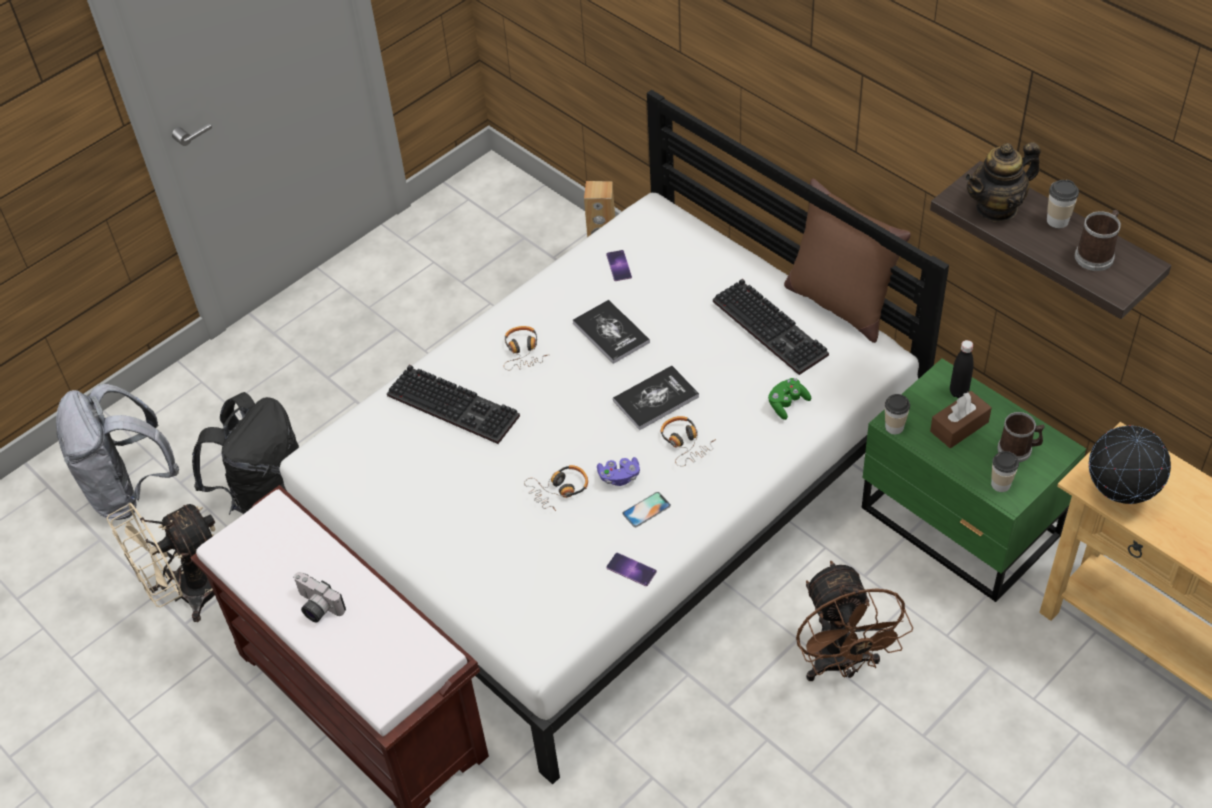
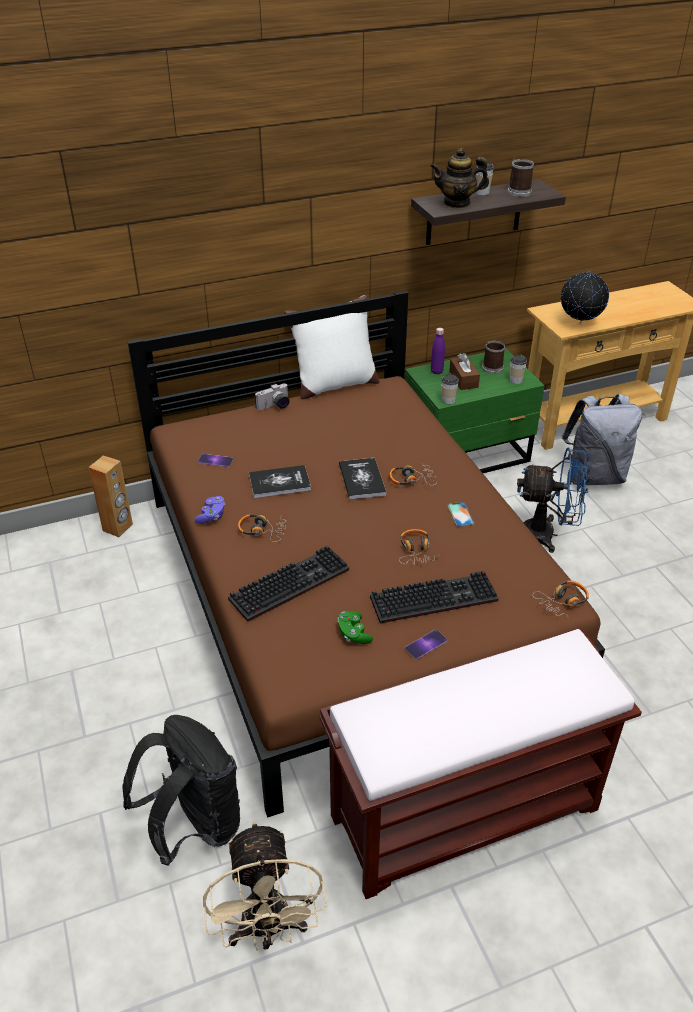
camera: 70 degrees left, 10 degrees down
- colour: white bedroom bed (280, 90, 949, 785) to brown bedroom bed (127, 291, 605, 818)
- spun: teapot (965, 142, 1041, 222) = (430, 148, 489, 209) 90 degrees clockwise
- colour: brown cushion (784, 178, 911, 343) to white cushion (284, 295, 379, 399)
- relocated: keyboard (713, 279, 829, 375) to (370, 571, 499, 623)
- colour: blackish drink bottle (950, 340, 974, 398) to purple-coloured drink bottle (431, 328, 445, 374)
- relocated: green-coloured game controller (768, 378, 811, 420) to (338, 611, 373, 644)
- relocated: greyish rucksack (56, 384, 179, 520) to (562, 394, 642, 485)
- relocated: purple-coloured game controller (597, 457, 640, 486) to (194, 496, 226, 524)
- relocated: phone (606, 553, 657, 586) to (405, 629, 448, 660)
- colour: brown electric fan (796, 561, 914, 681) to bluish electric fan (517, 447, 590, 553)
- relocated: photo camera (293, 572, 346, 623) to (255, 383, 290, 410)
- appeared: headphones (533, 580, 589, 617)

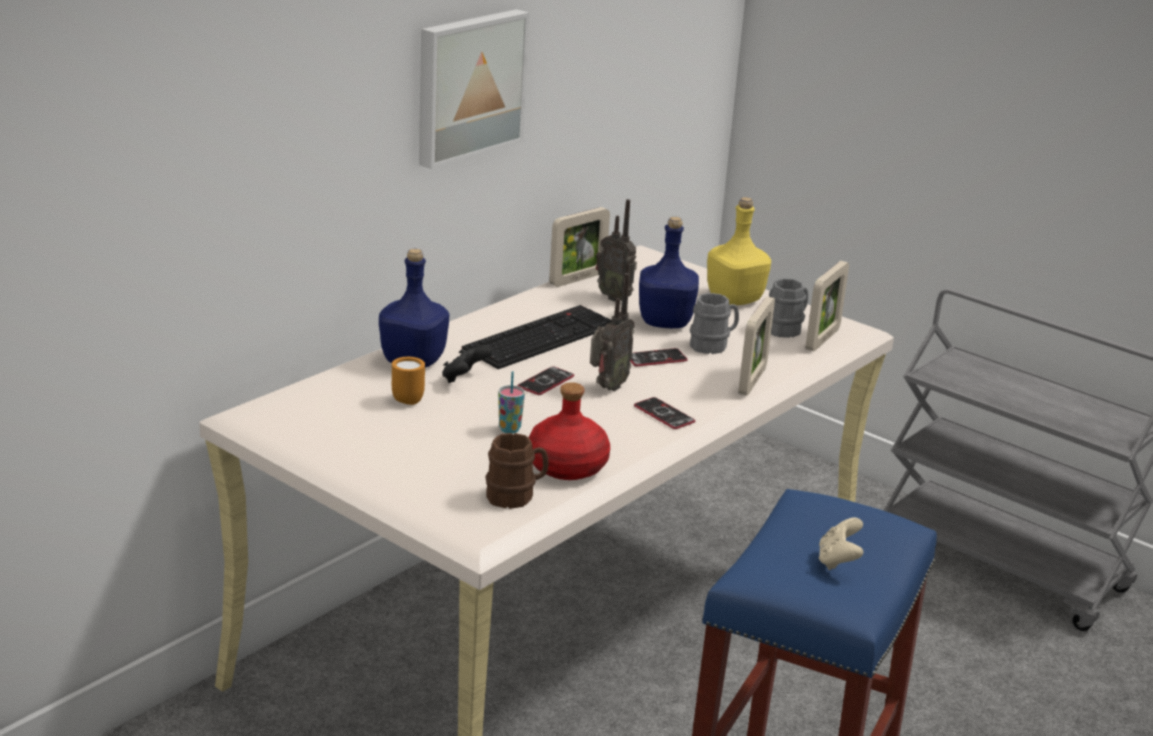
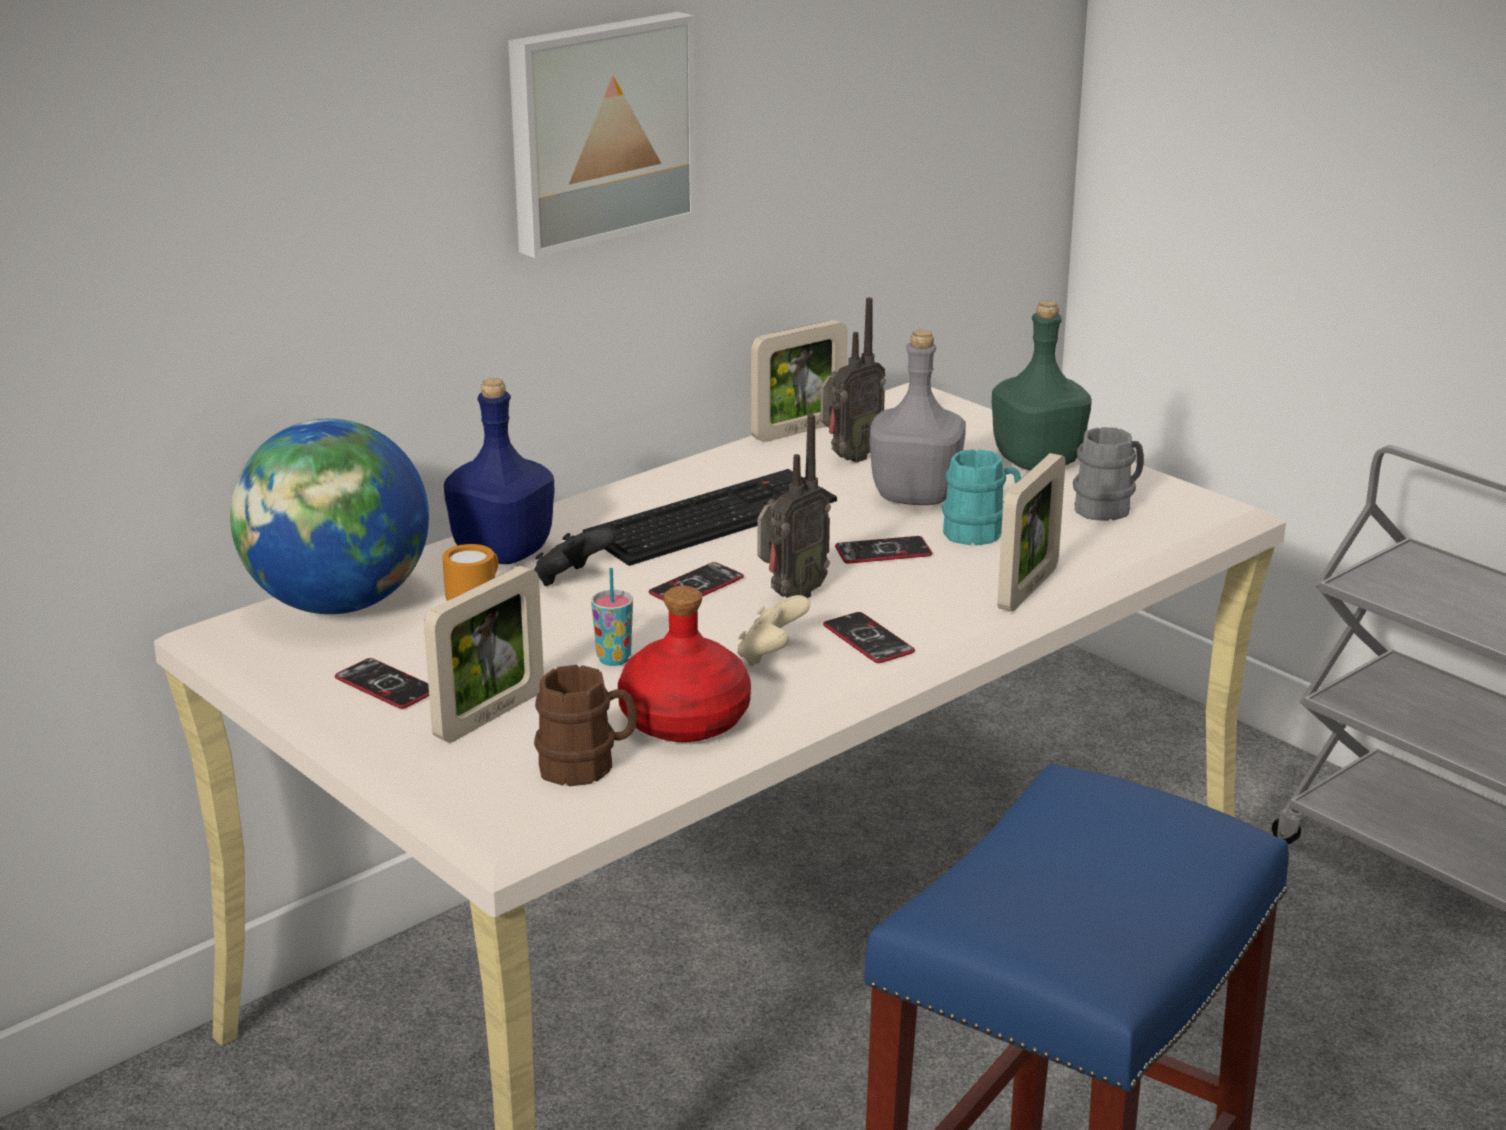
camera: 10 degrees right, 0 degrees up
- colour: yellow drink bottle (707, 197, 771, 305) to green-coloured drink bottle (992, 300, 1092, 470)
- spun: radio receiver (596, 199, 637, 302) = (820, 297, 886, 463) 90 degrees counterclockwise
- colour: bluish drink bottle (639, 217, 699, 328) to greyish drink bottle (870, 330, 966, 505)
- relocated: standing frame (805, 261, 849, 351) to (424, 566, 544, 743)
- colour: greyish tea mug (690, 293, 739, 354) to blue-green tea mug (942, 449, 1021, 546)
- relocated: beige-coloured game controller (819, 518, 864, 570) to (737, 595, 810, 666)
- appeared: world globe (230, 419, 429, 614)
- appeared: phone (335, 658, 429, 709)

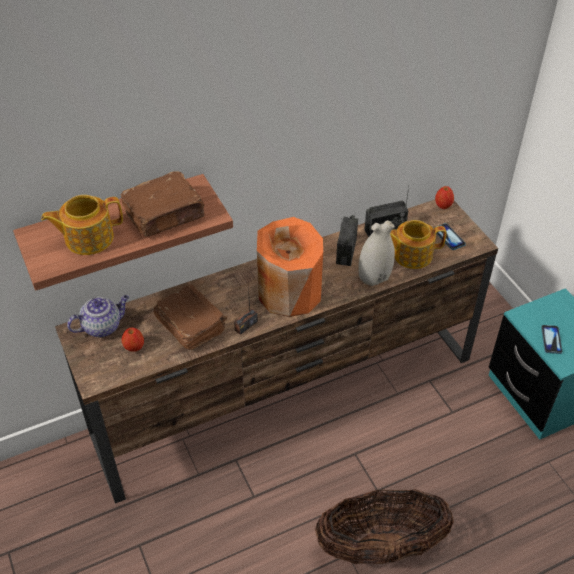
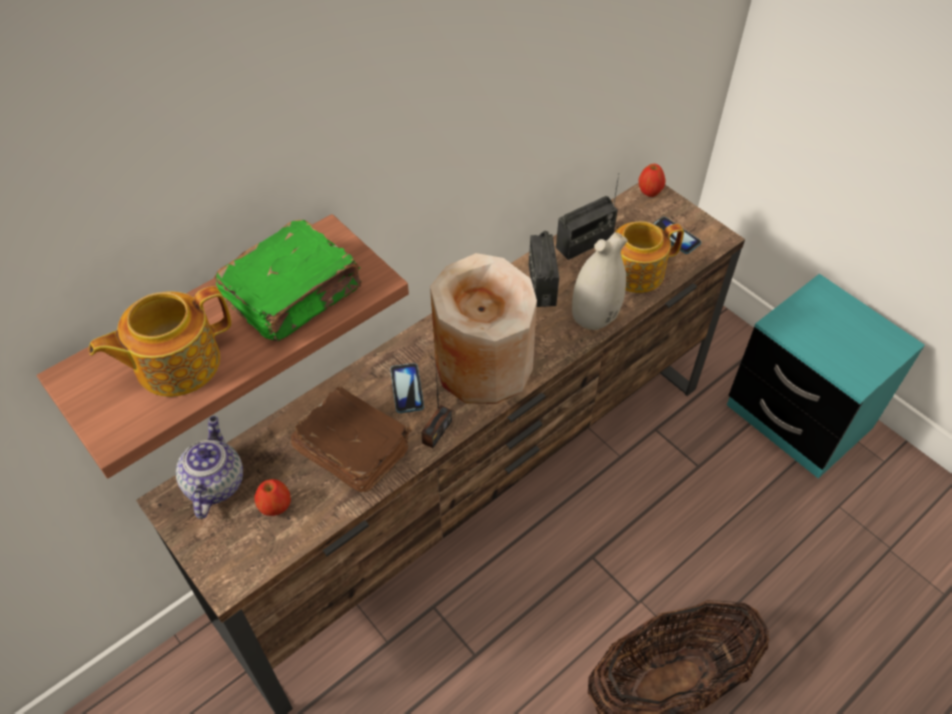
camera: 15 degrees left, 5 degrees up
- colour: brown bound book (120, 171, 205, 237) to green-coloured bound book (214, 220, 362, 341)
- colour: orange flower vase (257, 217, 323, 317) to beige-coloured flower vase (430, 253, 537, 404)
- spun: teapot (67, 295, 129, 337) = (176, 416, 243, 519) 45 degrees counterclockwise
- relocated: phone (541, 325, 562, 354) to (390, 363, 424, 413)

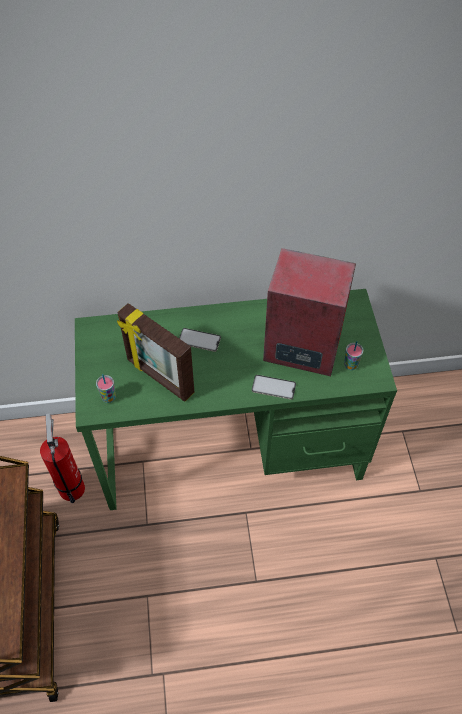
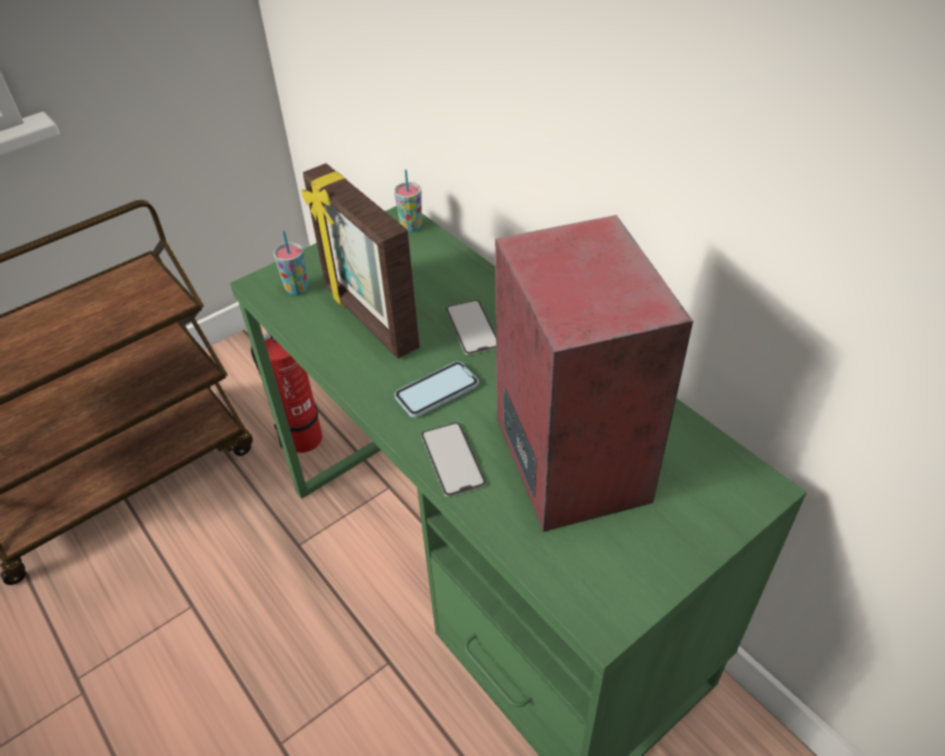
camera: 60 degrees right, 10 degrees down
- spun: standing frame (117, 303, 194, 401) = (301, 163, 420, 359) 45 degrees counterclockwise
- relocated: drinking cup (344, 341, 363, 370) to (394, 169, 422, 232)
- appeared: phone (395, 361, 479, 418)

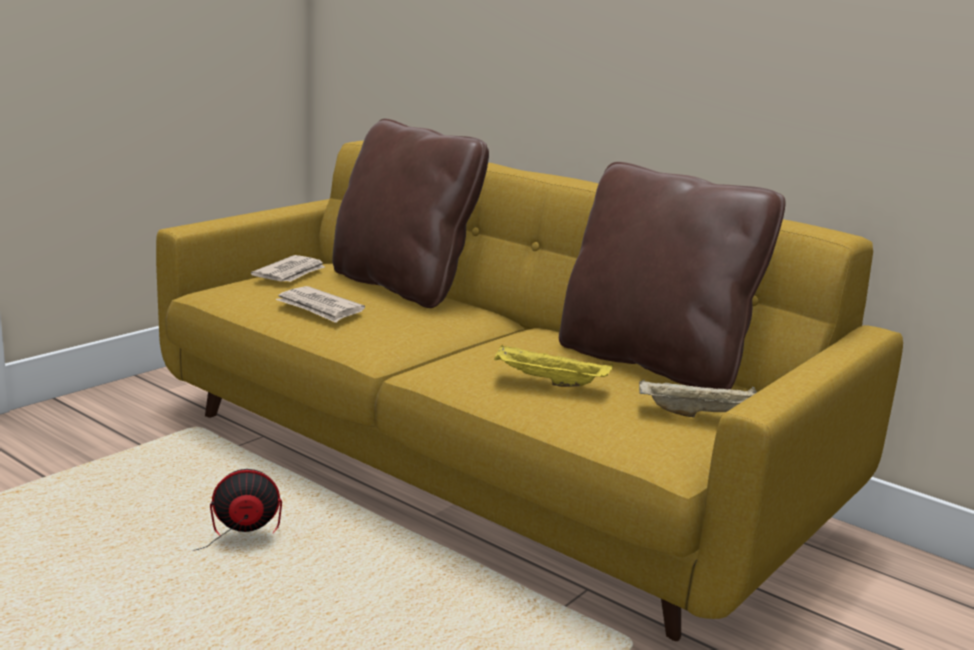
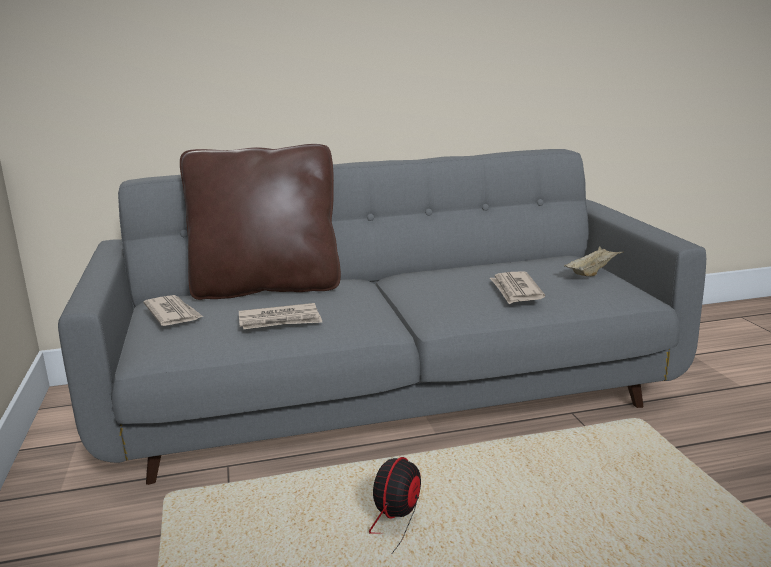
camera: 50 degrees left, 0 degrees up
- colour: yellow settee (156, 141, 903, 641) to greyish settee (58, 149, 706, 485)
- missing: brown cushion (559, 162, 785, 389)
- exchanged: yellow serving tray (494, 344, 613, 387) to daily paper (490, 271, 545, 304)

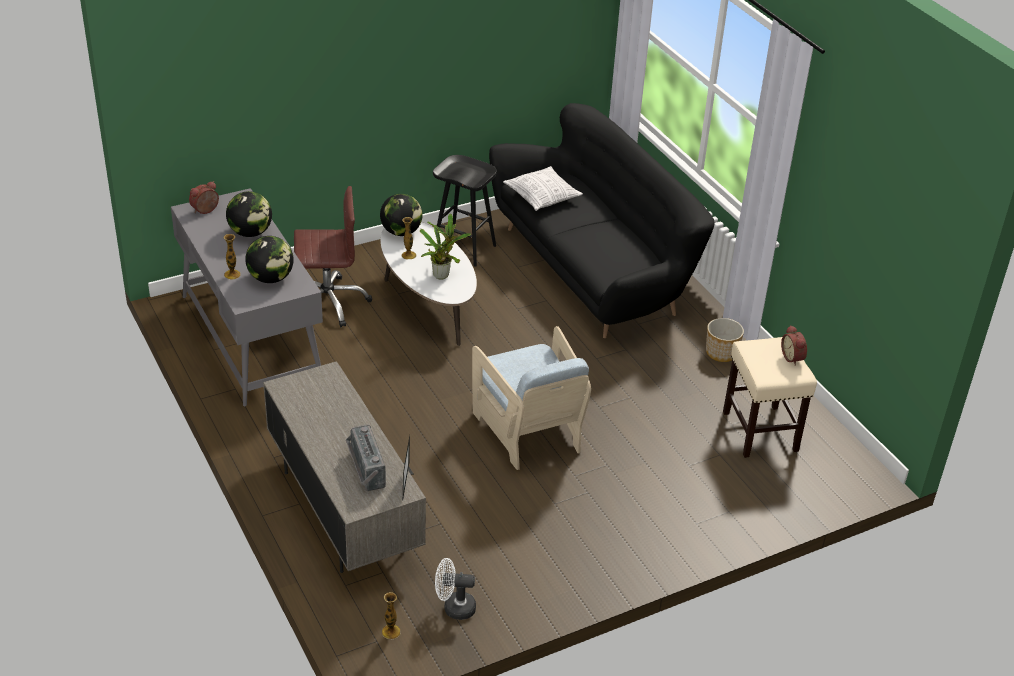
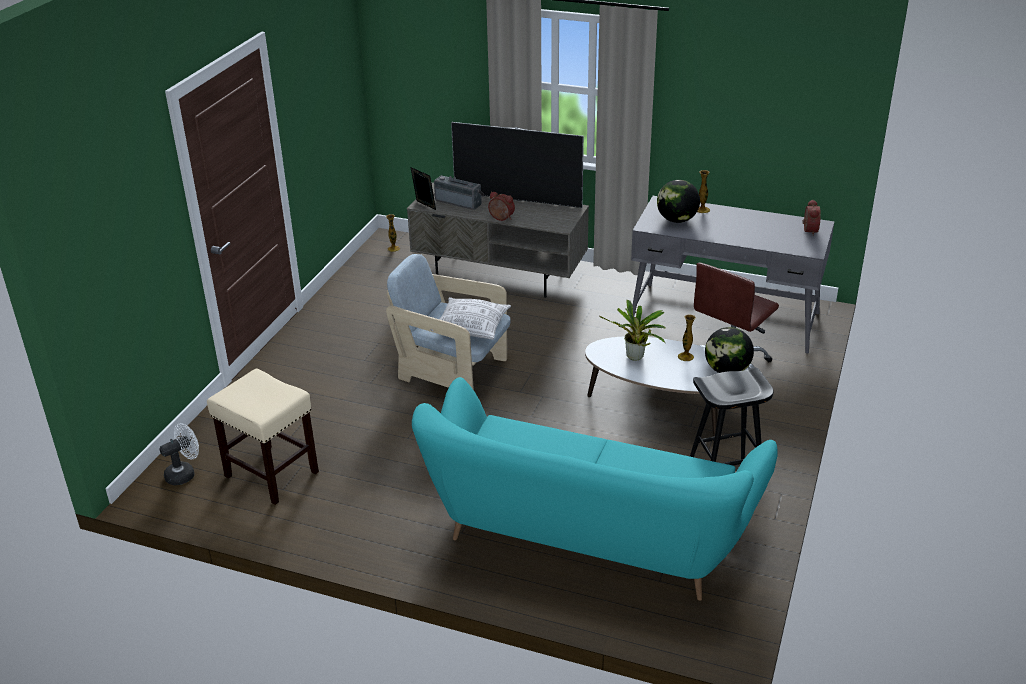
camera: 140 degrees right, 5 degrees down
- colour: blackish settee (489, 103, 714, 338) to blue-green settee (412, 377, 777, 601)
- relocated: cushion (503, 166, 583, 211) to (431, 297, 511, 340)
- missing: world globe (226, 191, 272, 237)
- missing: plant pot (706, 318, 744, 362)
- relocated: bedside clock (781, 325, 807, 366) to (488, 192, 515, 221)
- relocated: white electric fan (435, 558, 476, 620) to (160, 423, 199, 485)
- appeared: TV set (451, 122, 584, 208)

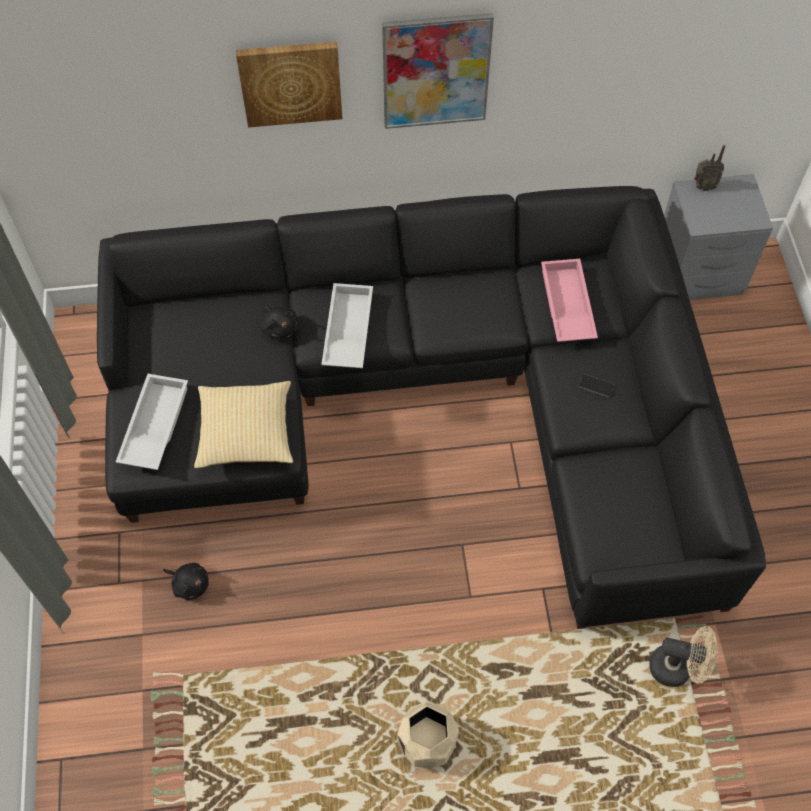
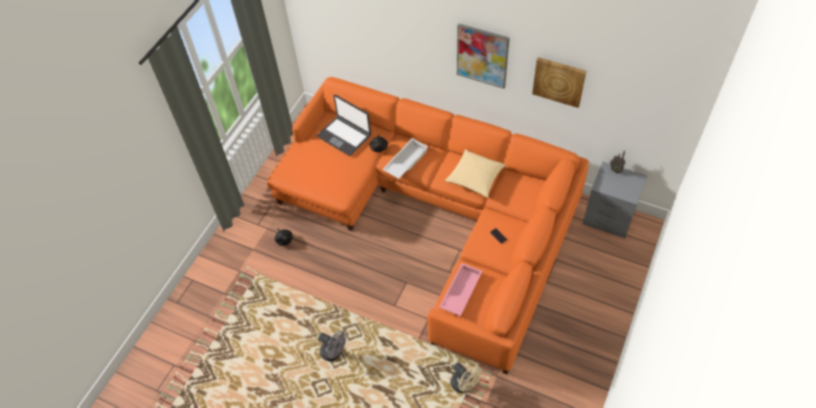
camera: 35 degrees right, 5 degrees down
- relocated: picture (236, 41, 342, 128) to (532, 57, 586, 108)
- colour: blackish settee (97, 186, 766, 629) to orange settee (267, 77, 589, 374)
- relocated: pink-coloured serving tray (541, 259, 598, 342) to (439, 263, 482, 316)
- missing: white serving tray (116, 374, 188, 470)
- relocated: cushion (194, 381, 293, 468) to (445, 149, 506, 198)
- exchanged: beige-coloured plant pot (397, 702, 459, 769) to greyish electric fan (318, 331, 346, 361)
- appeared: notebook computer (317, 95, 371, 156)

